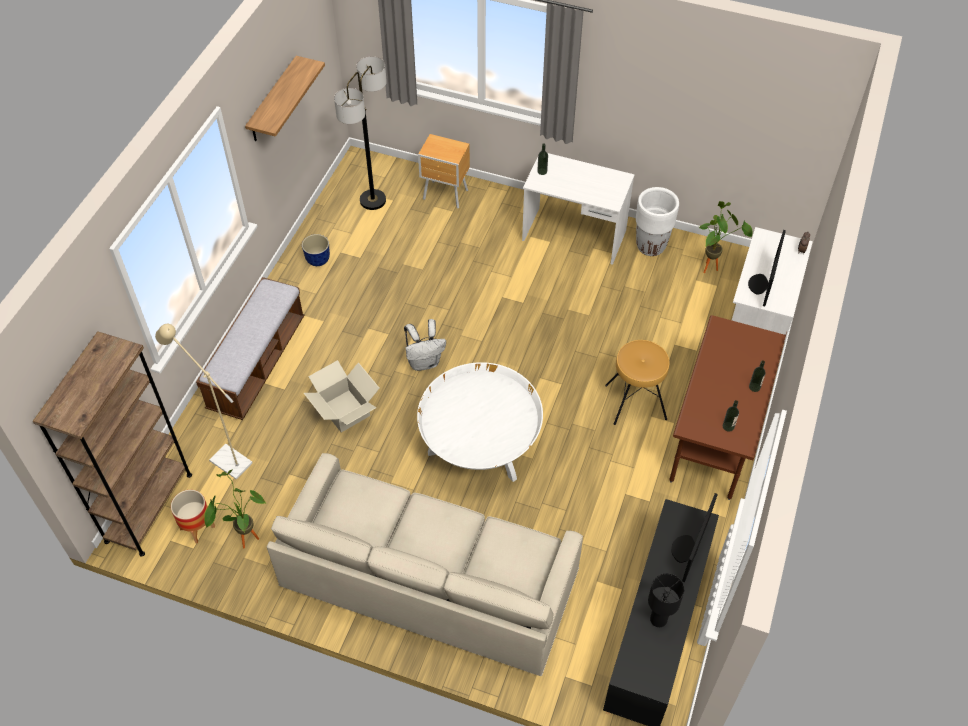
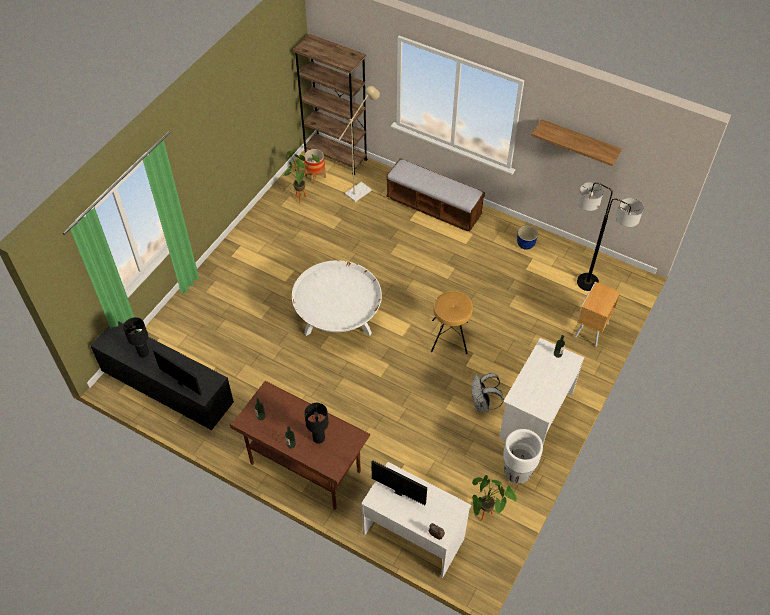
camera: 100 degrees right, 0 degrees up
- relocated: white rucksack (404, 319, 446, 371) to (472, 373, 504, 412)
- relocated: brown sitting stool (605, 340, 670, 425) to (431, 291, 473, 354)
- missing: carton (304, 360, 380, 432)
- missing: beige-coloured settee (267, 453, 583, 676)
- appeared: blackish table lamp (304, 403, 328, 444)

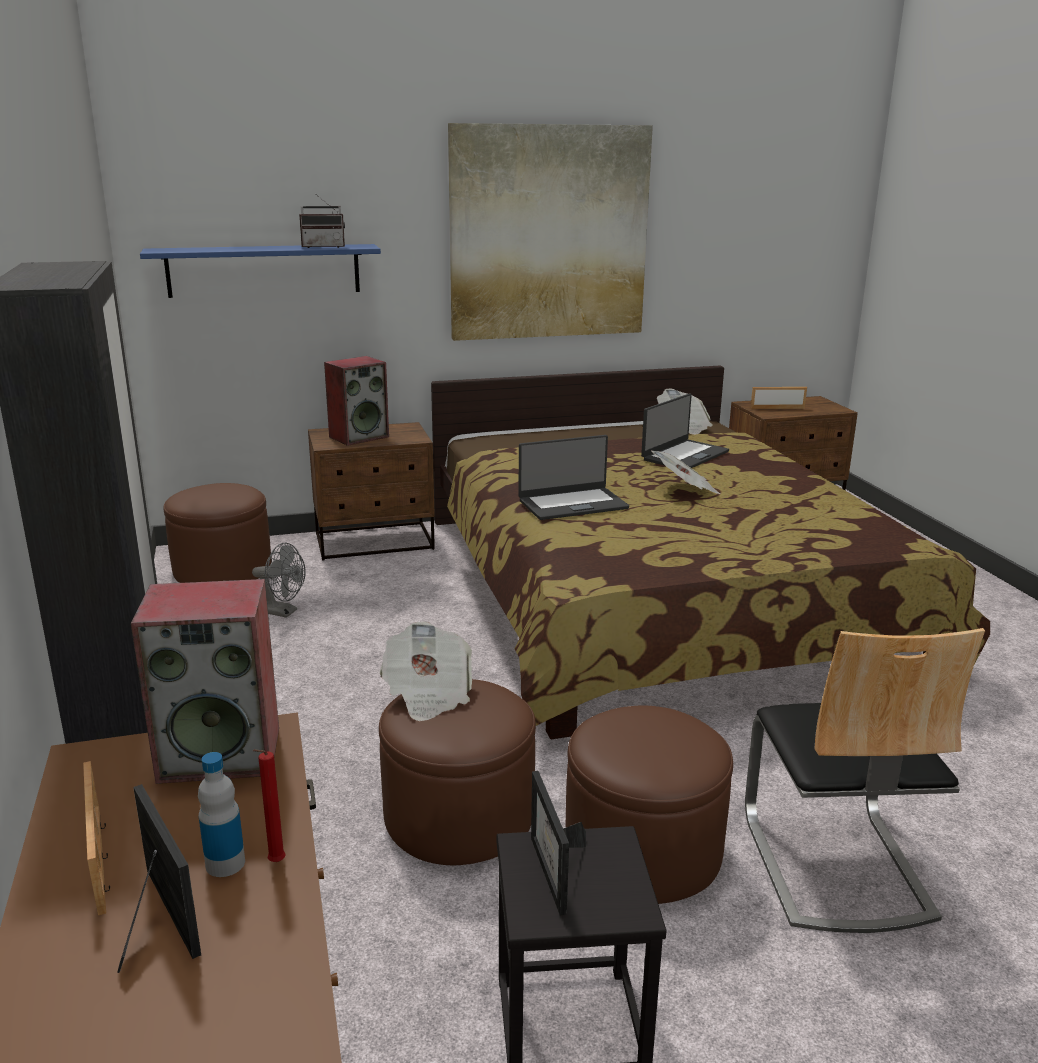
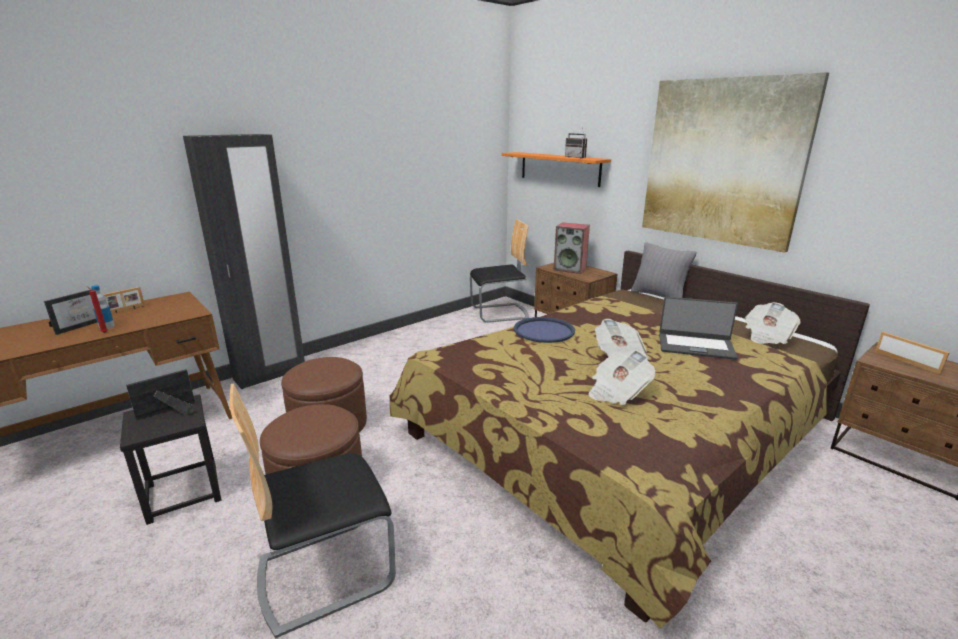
camera: 65 degrees right, 0 degrees up
- colour: bluish shelf (140, 244, 381, 298) to orange shelf (501, 152, 611, 187)
- exchanged: notebook computer (518, 435, 629, 520) to bluish serving tray (514, 317, 575, 343)
- exchanged: brown pouffe (164, 483, 271, 583) to upright chair (470, 219, 529, 323)
- missing: greyish electric fan (252, 543, 306, 618)
- missing: loudspeaker (131, 579, 279, 784)
- relocated: daily paper (379, 622, 472, 721) to (588, 350, 655, 405)
- appeared: greyish cushion (631, 242, 697, 298)

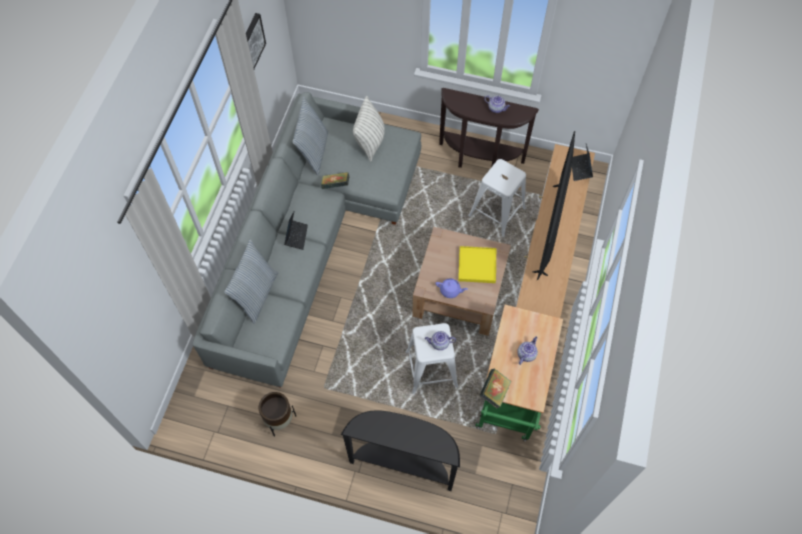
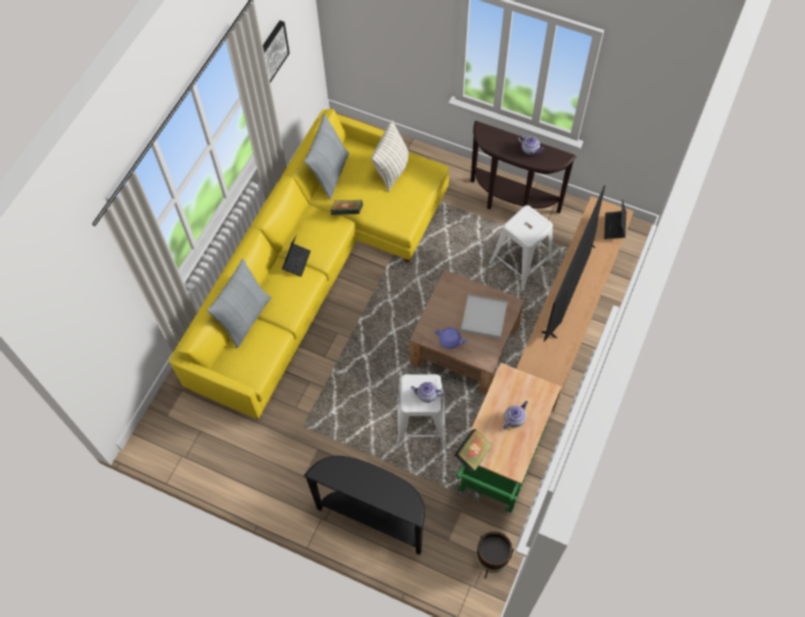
camera: 10 degrees right, 0 degrees up
- colour: greyish settee (192, 92, 421, 388) to yellow settee (169, 109, 449, 420)
- colour: yellow serving tray (458, 246, 496, 283) to white serving tray (461, 294, 508, 339)
- relocated: brown plant pot (259, 392, 296, 437) to (476, 531, 514, 579)

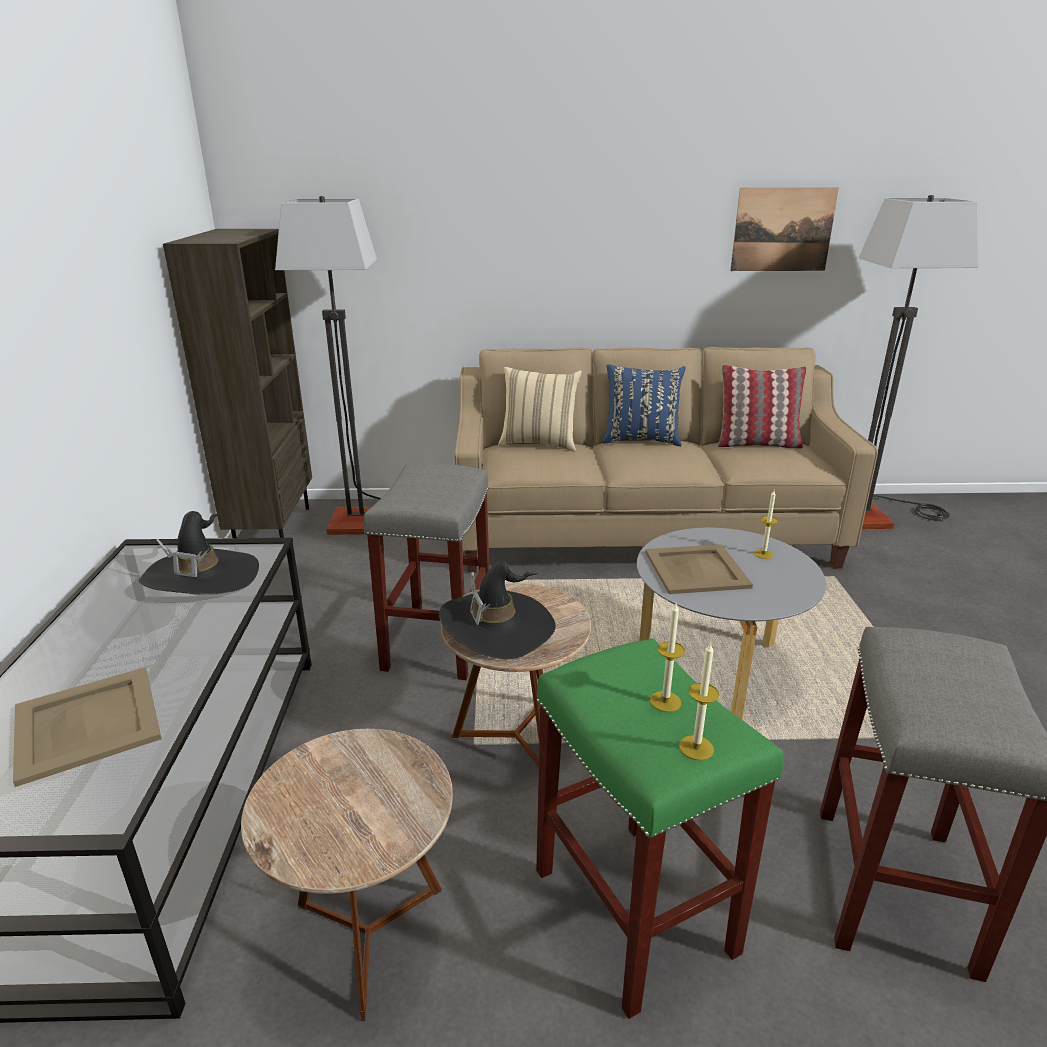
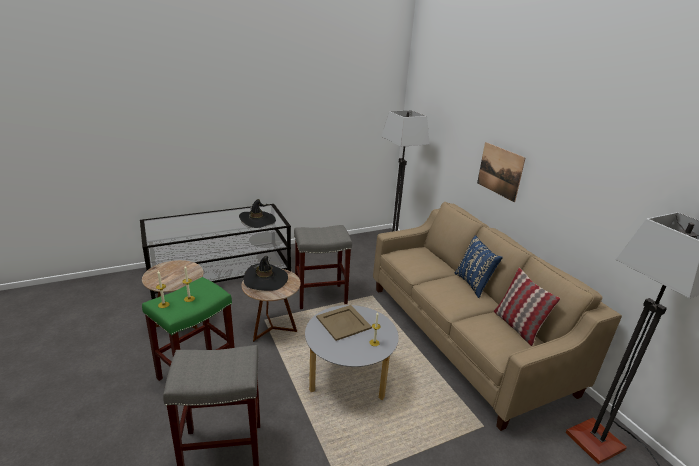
camera: 65 degrees right, 0 degrees up
- relocated: picture (730, 188, 839, 271) to (477, 142, 525, 202)
- missing: brown shelving unit (163, 229, 312, 538)
- missing: beige-coloured cushion (498, 367, 582, 452)
- missing: beige-coloured serving tray (13, 667, 162, 787)

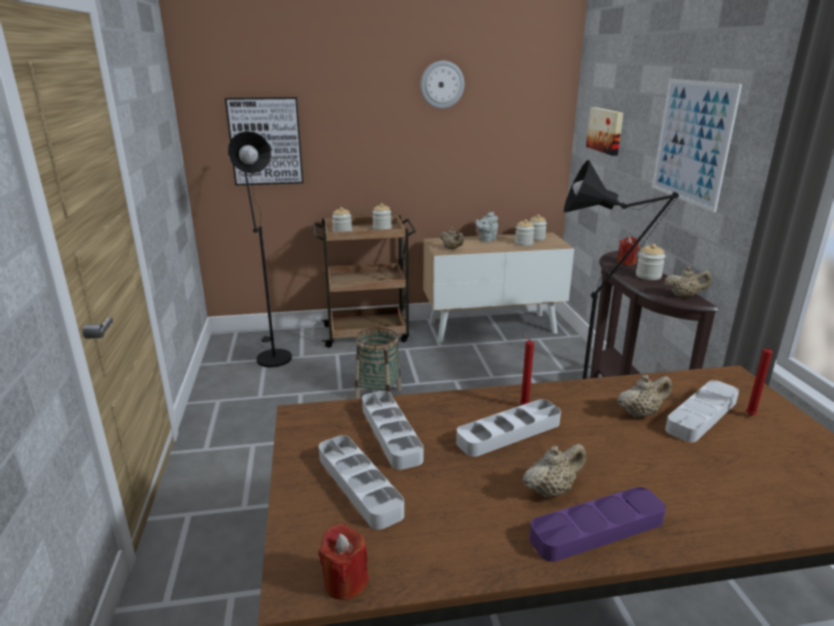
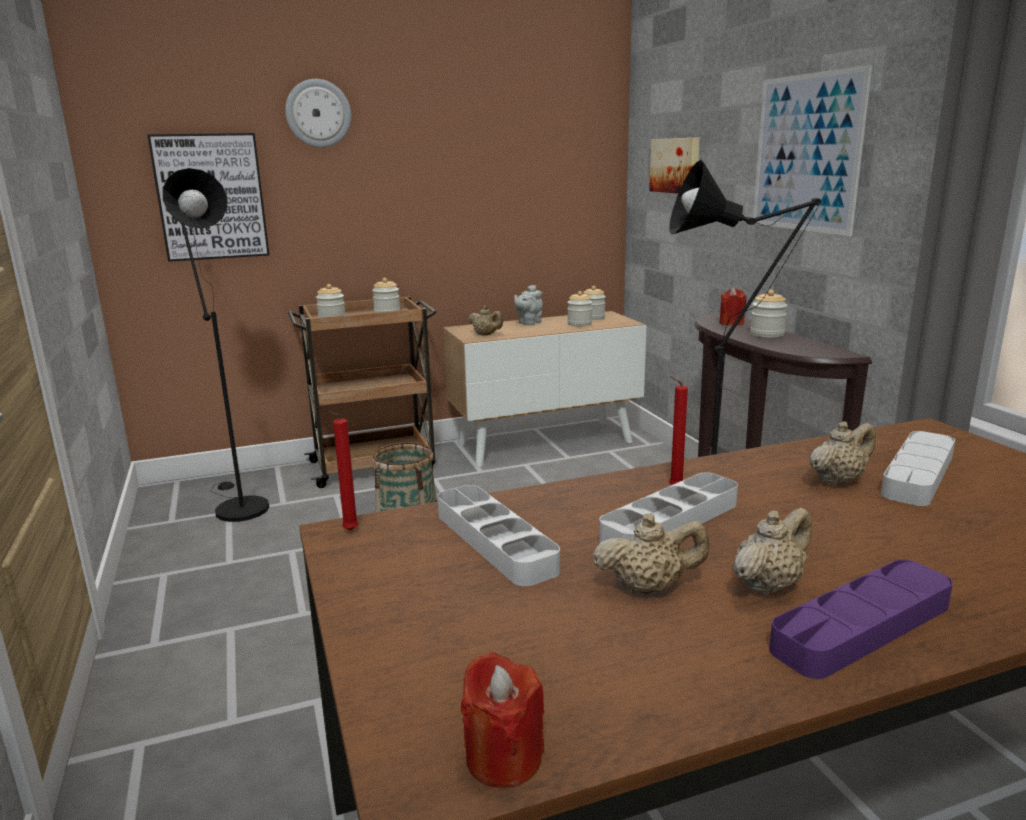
camera: 10 degrees left, 5 degrees down
- relocated: wall clock (420, 61, 464, 109) to (285, 79, 351, 148)
- relocated: beige-coloured teapot (664, 266, 711, 297) to (593, 513, 709, 594)
- relocated: reddish wax candle (746, 345, 773, 416) to (328, 411, 359, 531)
- missing: greyish serving tray (319, 435, 404, 530)

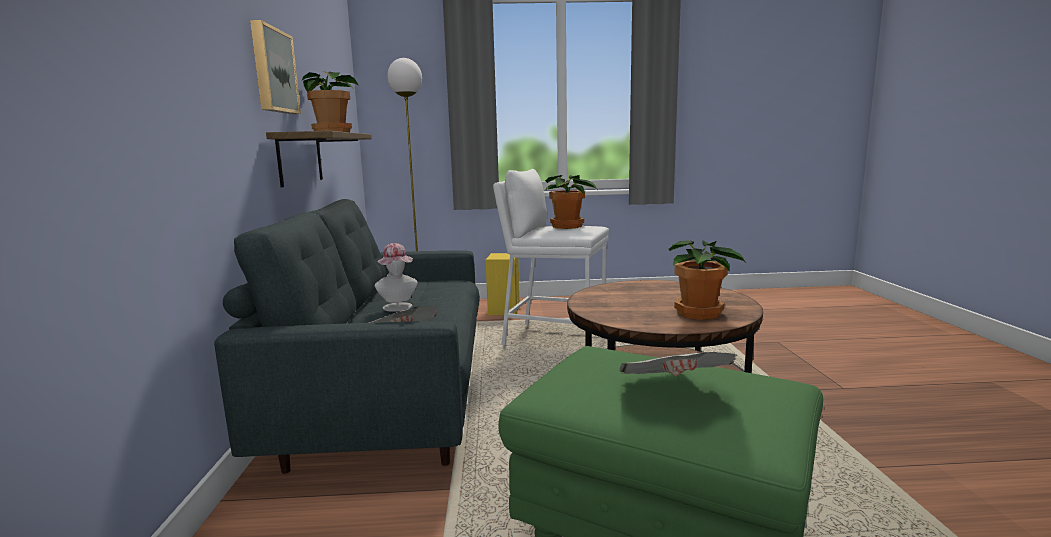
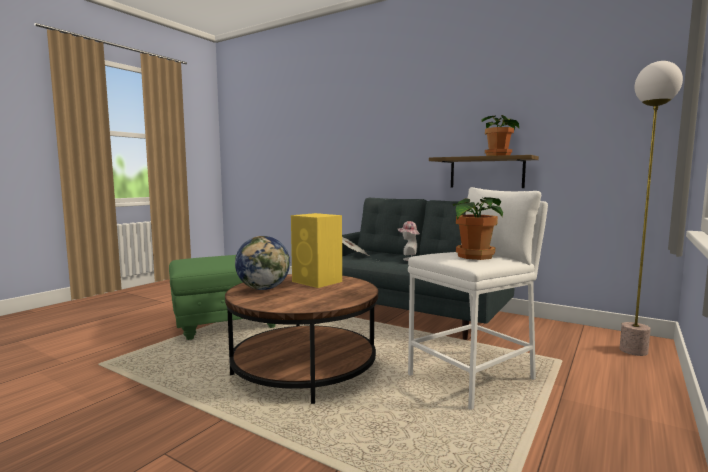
camera: 125 degrees right, 5 degrees down
- missing: picture (250, 20, 301, 114)
- exchanged: plant in a pot (669, 240, 747, 320) to world globe (235, 236, 290, 290)
- relocated: yellow loudspeaker (486, 253, 520, 315) to (291, 213, 342, 288)
- missing: daily paper (619, 352, 737, 376)

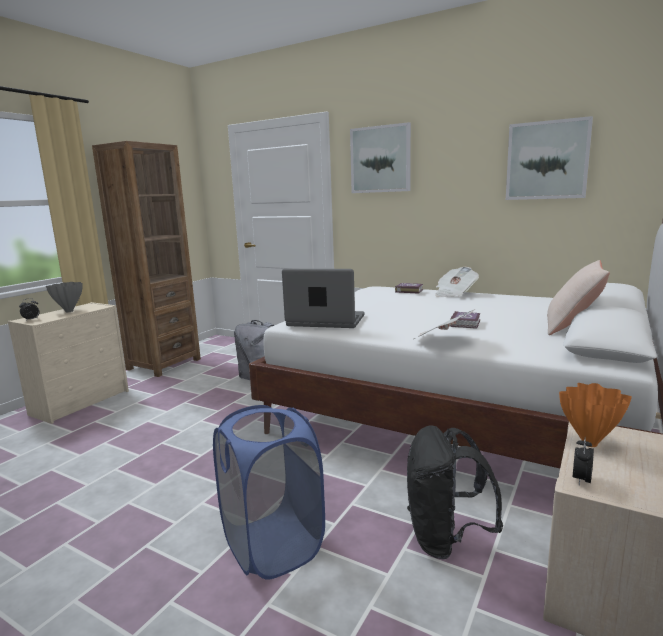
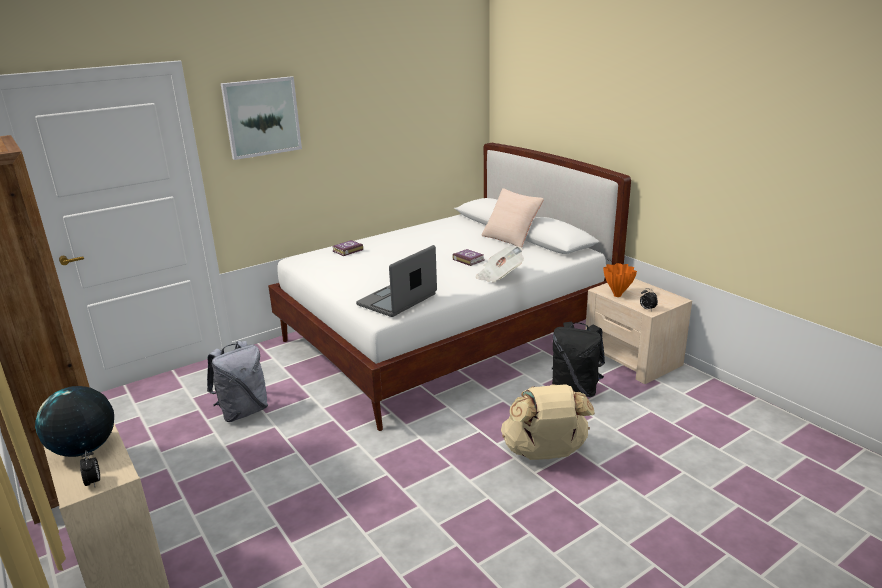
camera: 65 degrees left, 10 degrees up
- missing: picture (506, 116, 593, 200)
- missing: daily paper (435, 267, 479, 297)
- exchanged: greyish flower vase (46, 282, 83, 312) to world globe (35, 386, 114, 457)
- exchanged: bluish washing basket (213, 405, 325, 580) to beige-coloured rucksack (501, 384, 595, 460)

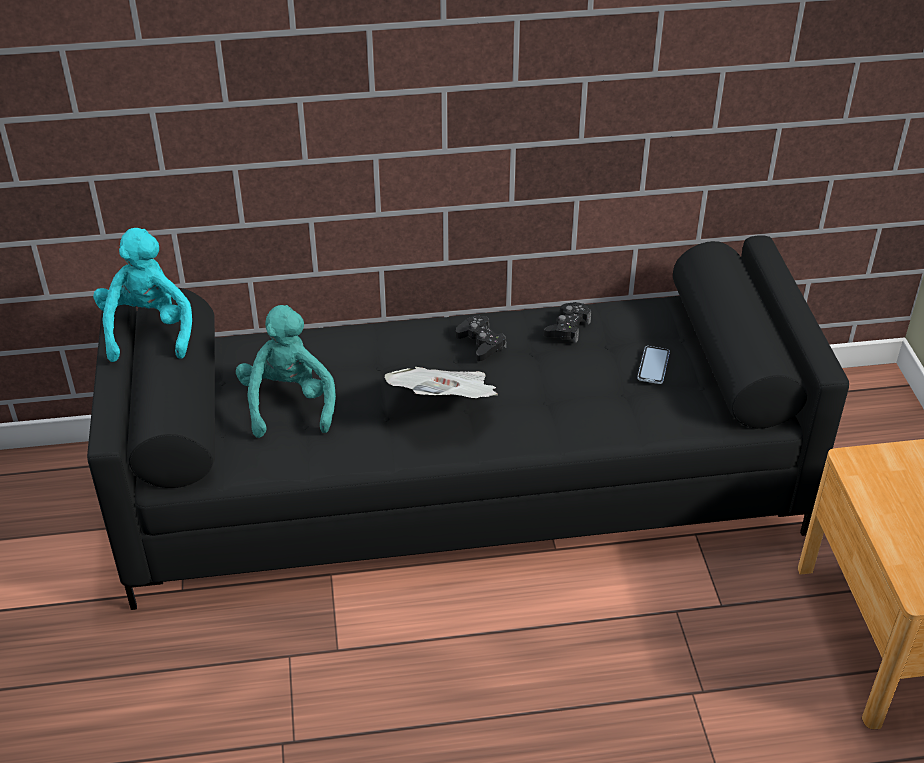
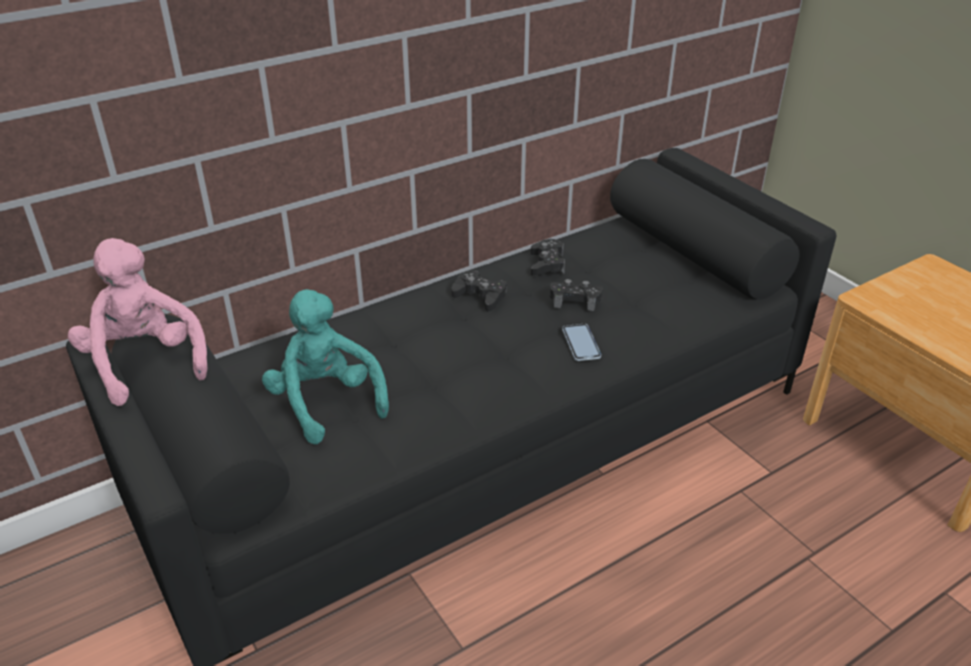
camera: 25 degrees left, 5 degrees down
- colour: blue-green plush toy (93, 228, 192, 362) to pink-coloured plush toy (68, 238, 207, 406)
- relocated: phone (637, 346, 670, 384) to (562, 324, 601, 361)
- missing: daily paper (384, 367, 498, 398)
- appeared: blackish game controller (550, 279, 603, 311)

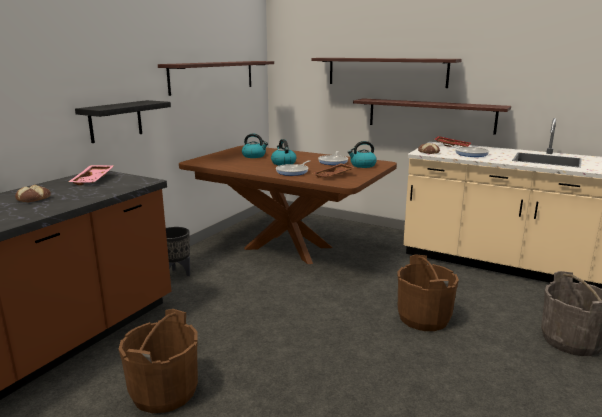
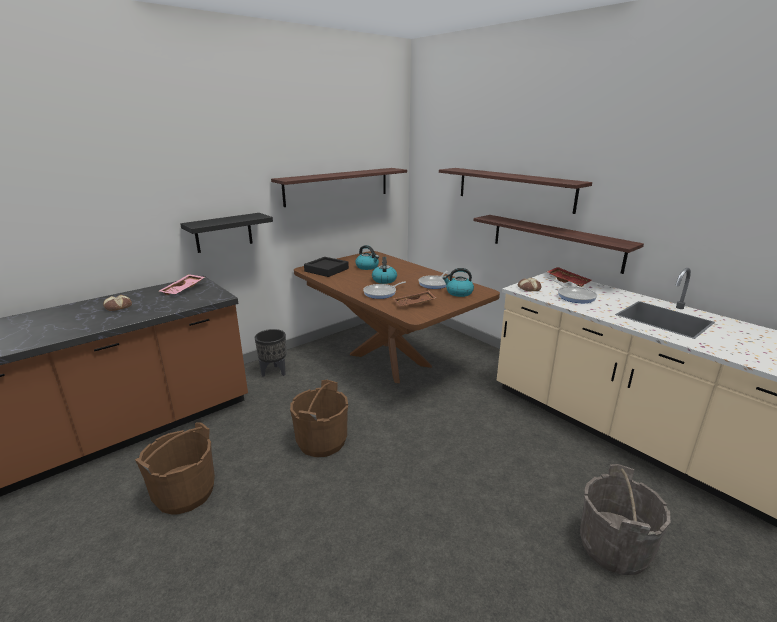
camera: 20 degrees right, 5 degrees up
- relocated: brown water bucket (397, 254, 459, 331) to (290, 380, 348, 457)
- appeared: blackish serving tray (304, 257, 349, 277)

